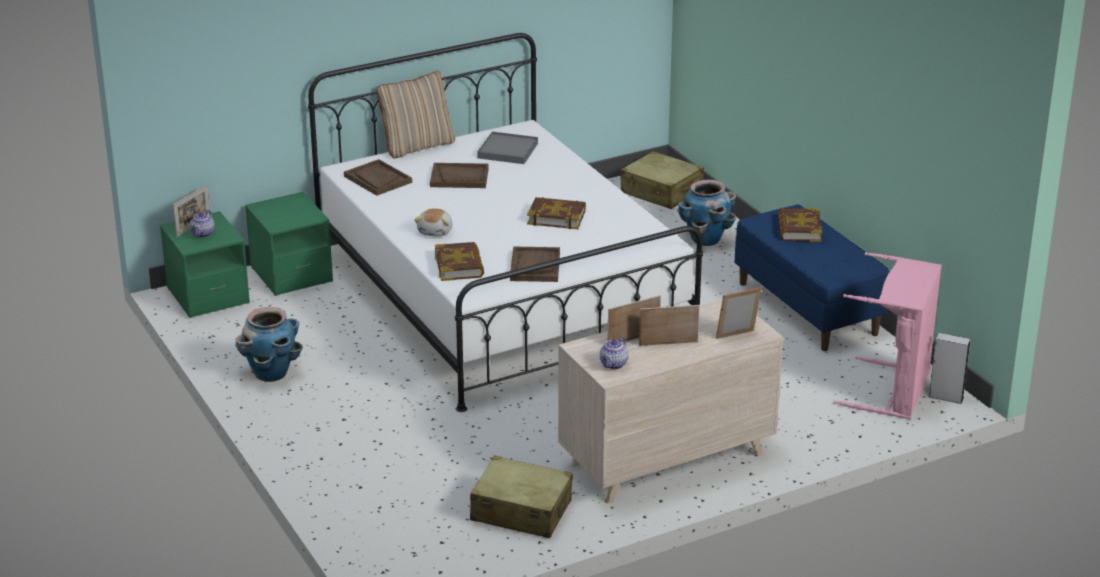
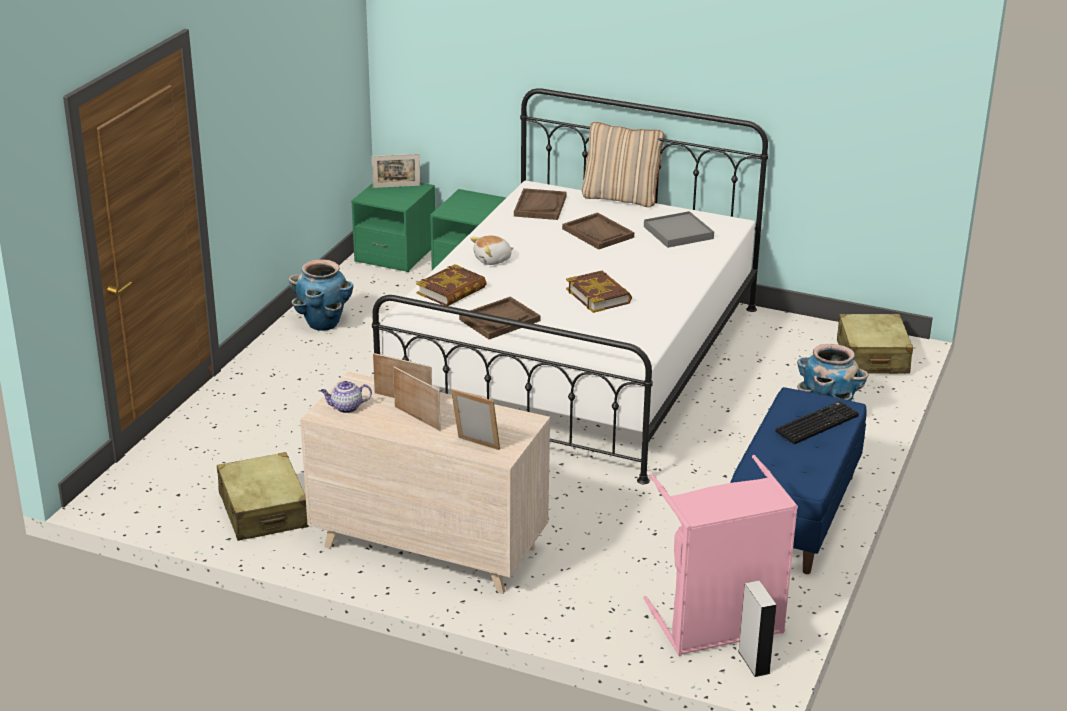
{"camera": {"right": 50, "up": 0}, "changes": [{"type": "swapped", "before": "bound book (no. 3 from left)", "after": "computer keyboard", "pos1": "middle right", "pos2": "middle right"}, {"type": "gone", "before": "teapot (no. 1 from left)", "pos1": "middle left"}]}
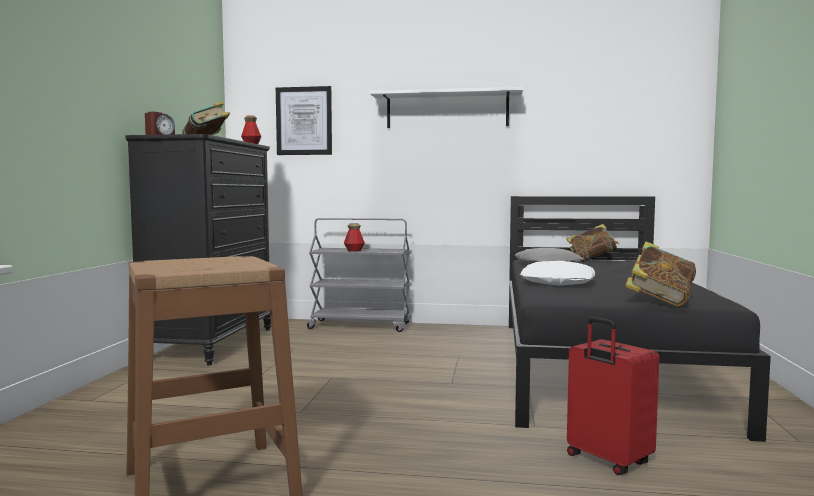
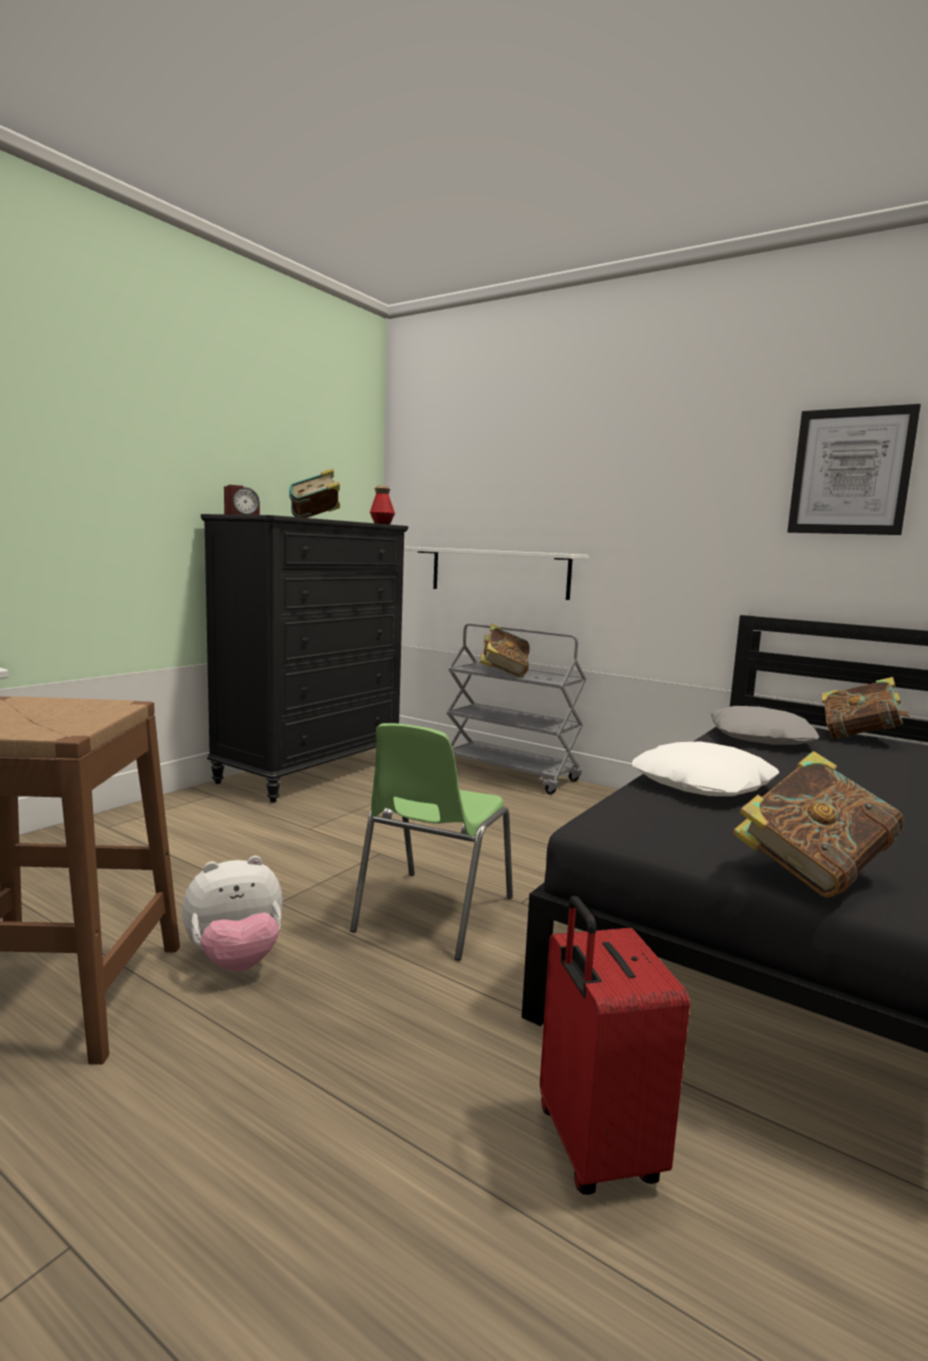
{"camera": {"right": 25, "up": 5}, "changes": [{"type": "new", "after": "cuddly toy", "pos2": "bottom left"}, {"type": "new", "after": "upright chair (green)", "pos2": "centre"}, {"type": "shifted", "before": "bracket shelf (white)", "pos1": "top centre", "pos2": "centre"}, {"type": "swapped", "before": "bottle (no. 2 from left)", "after": "bound book (no. 2 from left)", "pos1": "centre", "pos2": "centre"}, {"type": "shifted", "before": "wall picture", "pos1": "top centre", "pos2": "middle right"}]}
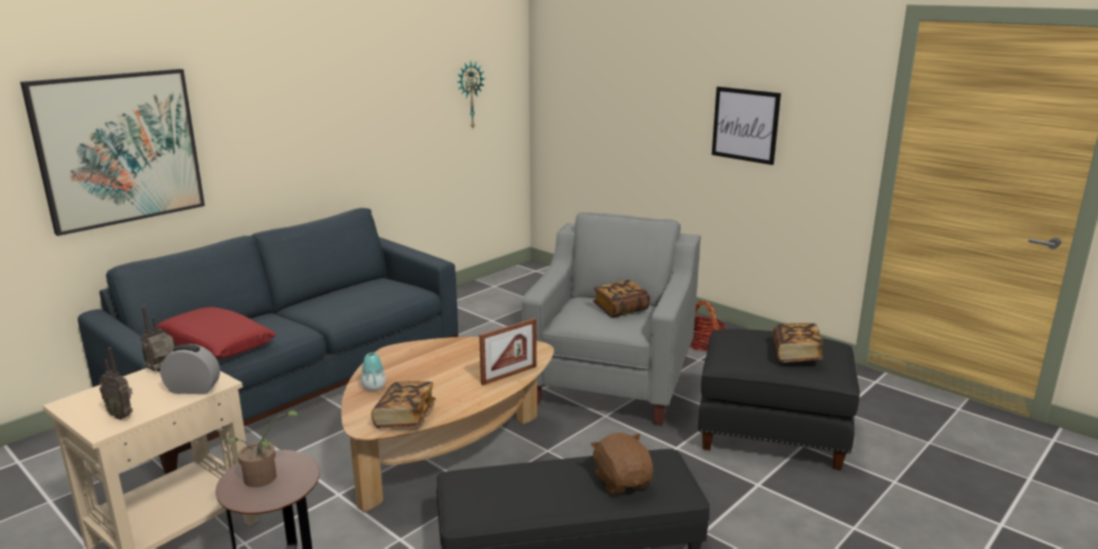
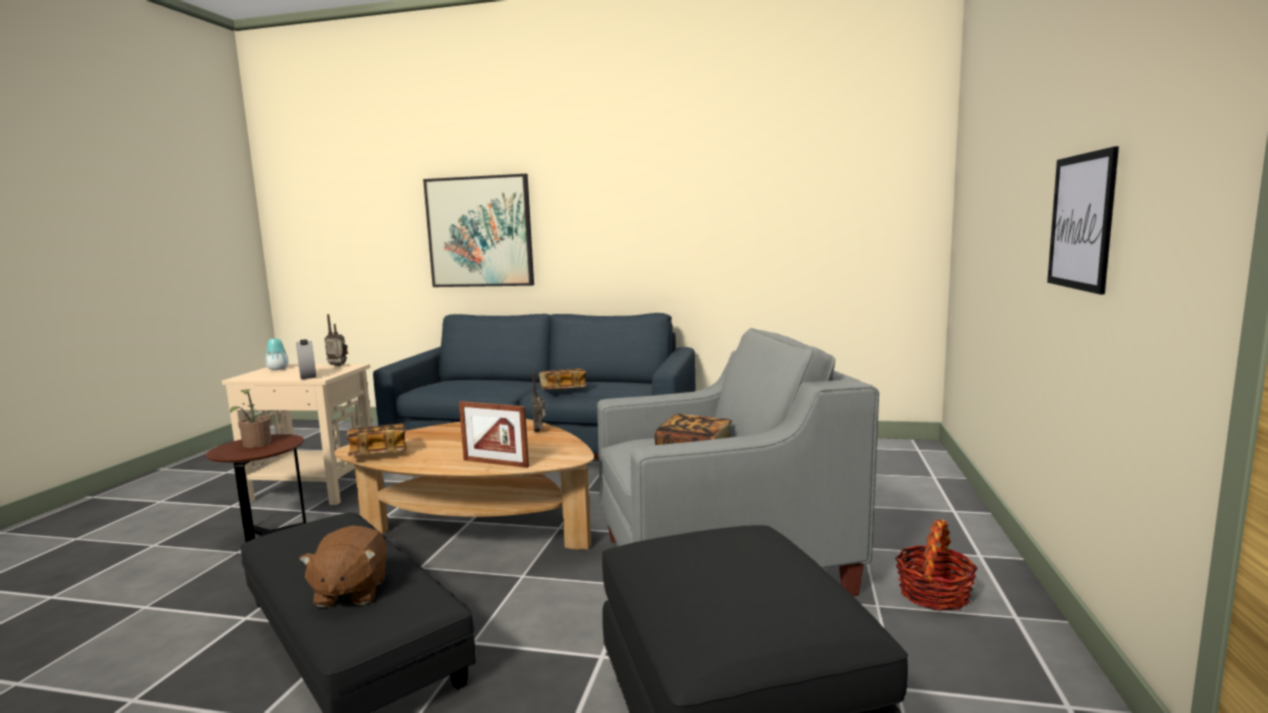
{"camera": {"right": 60, "up": -10}, "changes": [{"type": "shifted", "before": "decorative vase", "pos1": "bottom centre", "pos2": "middle left"}, {"type": "rotated", "before": "cuddly toy (brown-coloured)", "pos1": "bottom centre", "pos2": "bottom left", "turn": 135}, {"type": "shifted", "before": "radio set (no. 1 from left in the first image)", "after": "radio set (no. 2 from left)", "pos1": "bottom left", "pos2": "centre"}, {"type": "shifted", "before": "bound book (no. 3 from left in the first image)", "after": "bound book (no. 2 from left)", "pos1": "middle right", "pos2": "centre"}, {"type": "gone", "before": "pillow (red-coloured)", "pos1": "middle left"}, {"type": "gone", "before": "wall clock", "pos1": "top centre"}]}
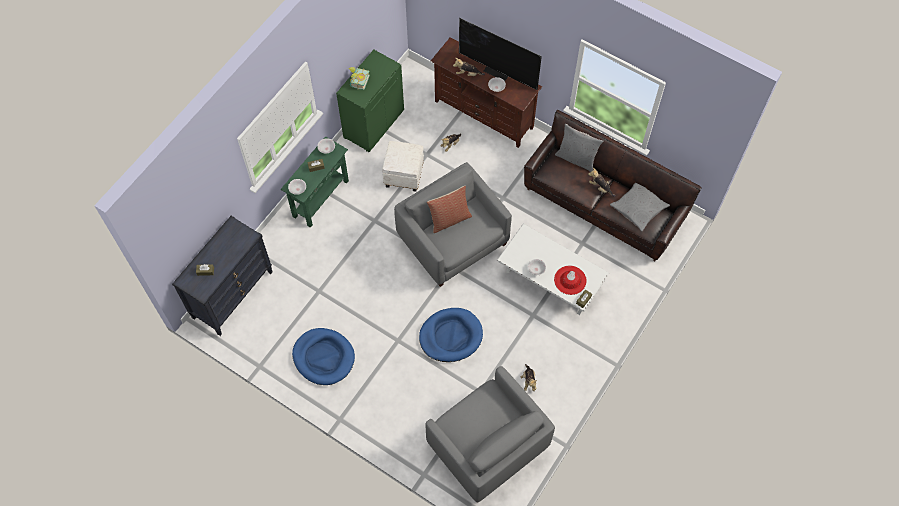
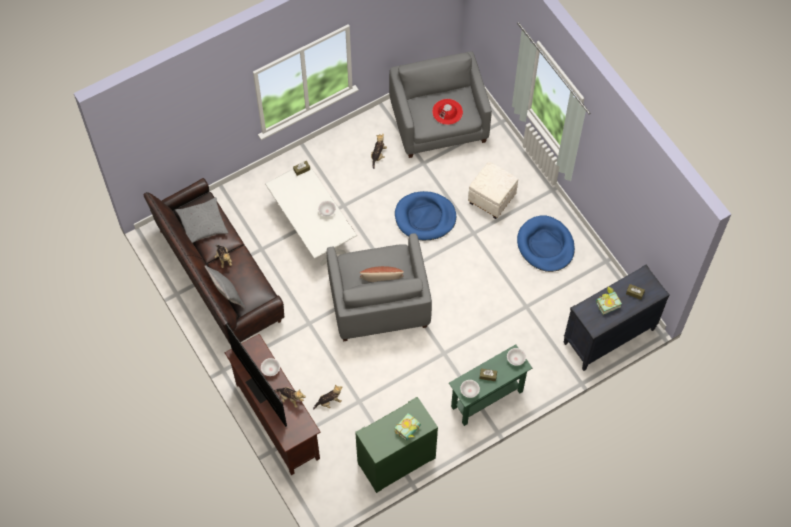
{"camera": {"right": -155, "up": 0}, "changes": [{"type": "shifted", "before": "hat (red-coloured)", "pos1": "centre", "pos2": "top centre"}, {"type": "shifted", "before": "footrest (white)", "pos1": "top centre", "pos2": "centre"}, {"type": "new", "after": "bound book (no. 2 from left)", "pos2": "middle right"}]}
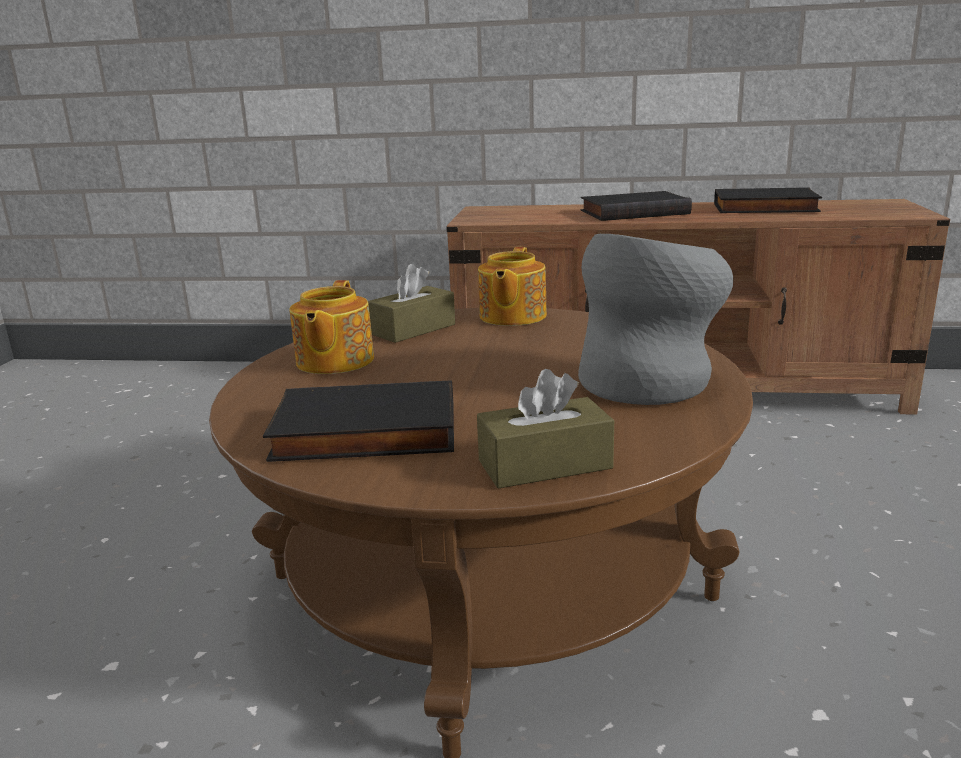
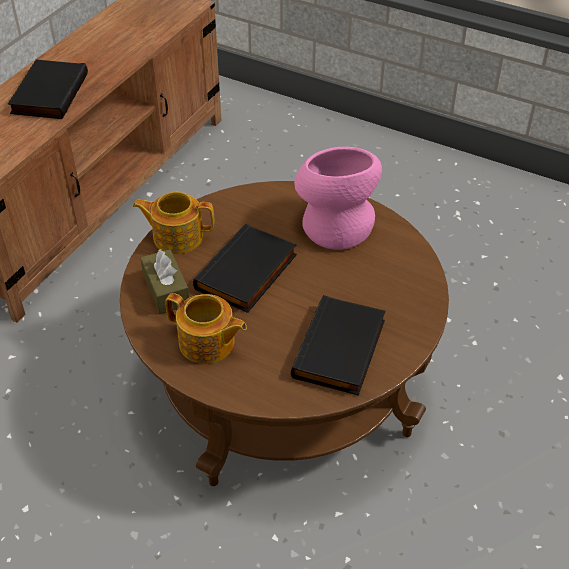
{"camera": {"right": -70, "up": 25}, "changes": [{"type": "rotated", "before": "teapot (no. 2 from left in the first image)", "pos1": "centre", "pos2": "middle left", "turn": 150}, {"type": "shifted", "before": "bound book (black-coloured) (no. 3 from left in the first image)", "after": "bound book (black-coloured) (no. 2 from left)", "pos1": "top right", "pos2": "centre"}, {"type": "repainted", "before": "decorative vase (greyish)", "after": "decorative vase (pinkish)", "pos1": "middle right", "pos2": "centre"}, {"type": "gone", "before": "tissue box (brown-coloured) (no. 2 from left)", "pos1": "centre"}]}
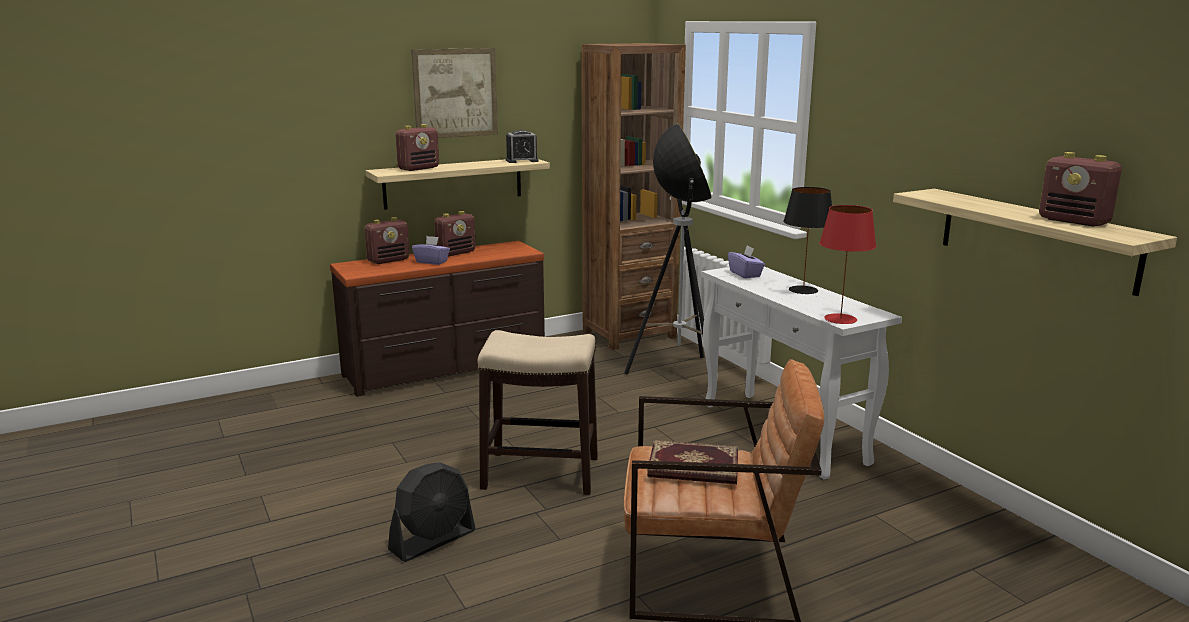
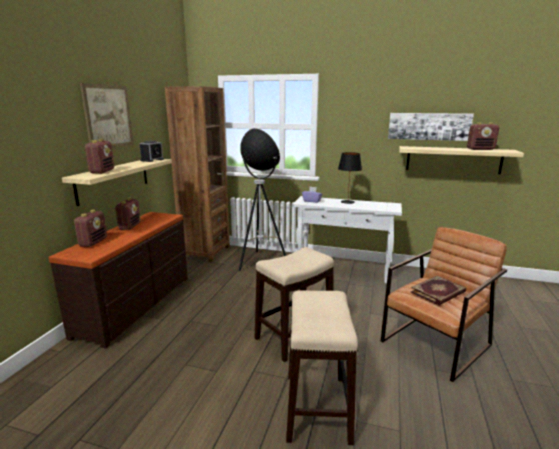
{"camera": {"right": -45, "up": 0}, "changes": [{"type": "swapped", "before": "fan (black-coloured)", "after": "stool seat (no. 2 from left)", "pos1": "bottom centre", "pos2": "bottom centre"}, {"type": "new", "after": "wall picture (no. 2 from left)", "pos2": "top right"}, {"type": "gone", "before": "tissue box (purple-coloured) (no. 1 from left)", "pos1": "centre"}, {"type": "gone", "before": "tabletop lamp (red-coloured)", "pos1": "middle right"}]}
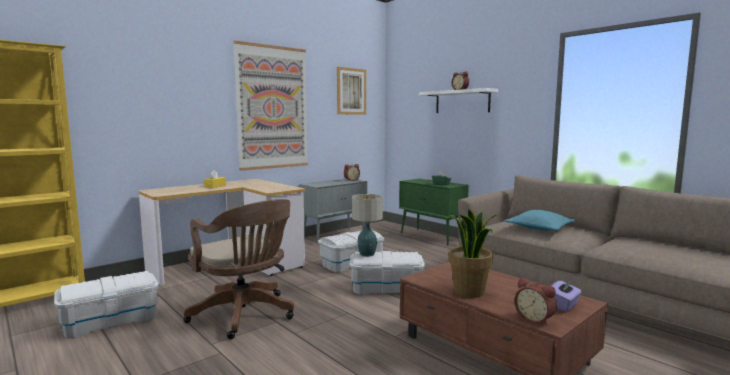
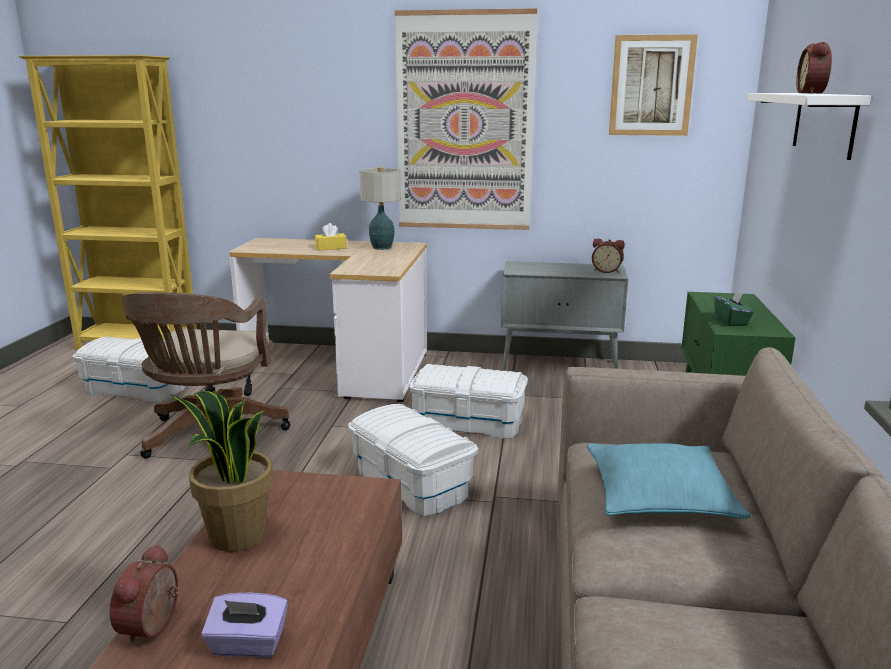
{"camera": {"right": 50, "up": 10}, "changes": [{"type": "shifted", "before": "tabletop lamp", "pos1": "centre", "pos2": "top centre"}]}
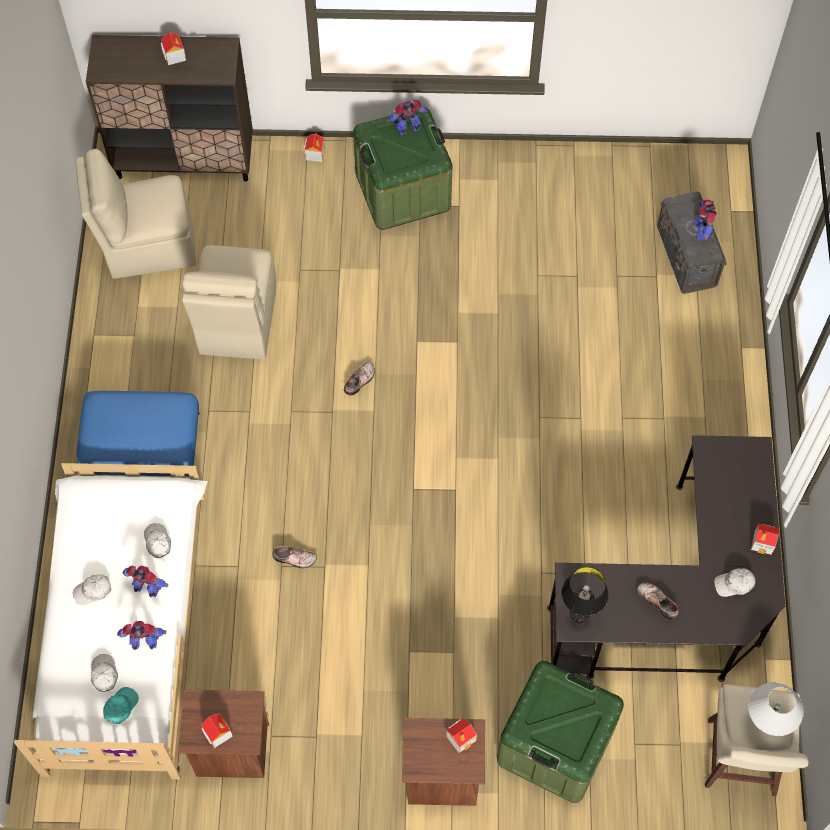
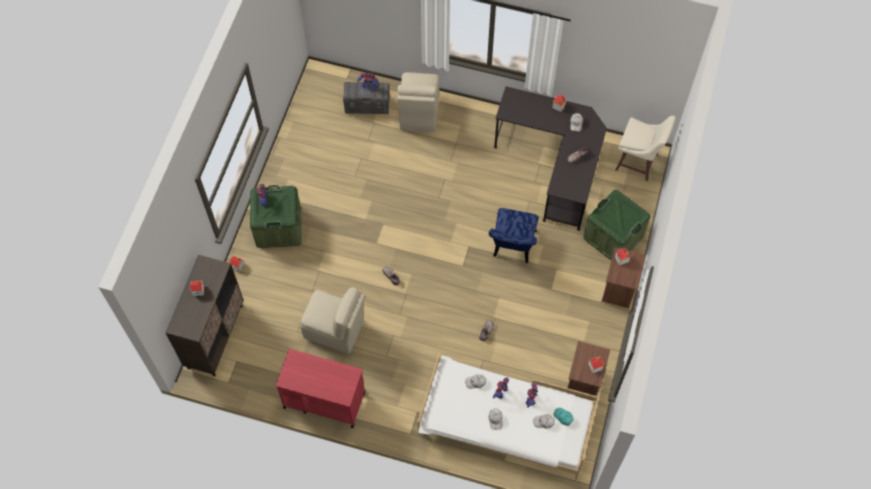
{"camera": {"right": -75, "up": 0}, "changes": [{"type": "new", "after": "wheeled cart (red-coloured)", "pos2": "bottom centre"}, {"type": "shifted", "before": "upright chair (sand-coloured) (no. 1 from left in the first image)", "after": "upright chair (sand-coloured) (no. 2 from left)", "pos1": "top left", "pos2": "top centre"}, {"type": "new", "after": "upright chair (blue-coloured)", "pos2": "centre"}, {"type": "gone", "before": "footrest (blue-coloured)", "pos1": "middle left"}, {"type": "gone", "before": "tabletop lamp (black-coloured)", "pos1": "bottom right"}, {"type": "gone", "before": "tabletop lamp (white)", "pos1": "bottom right"}]}
